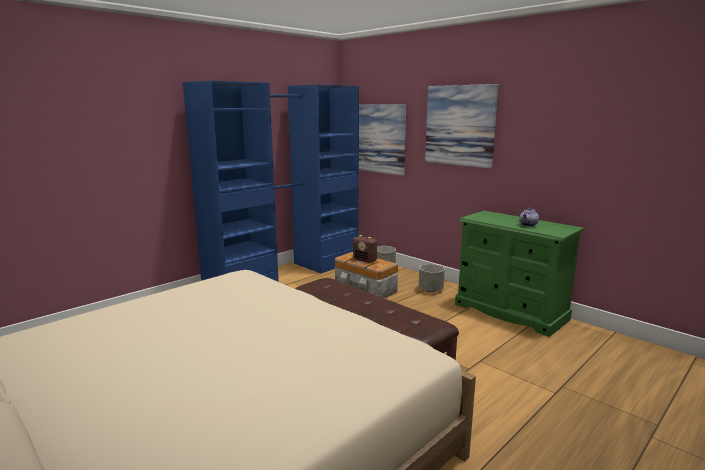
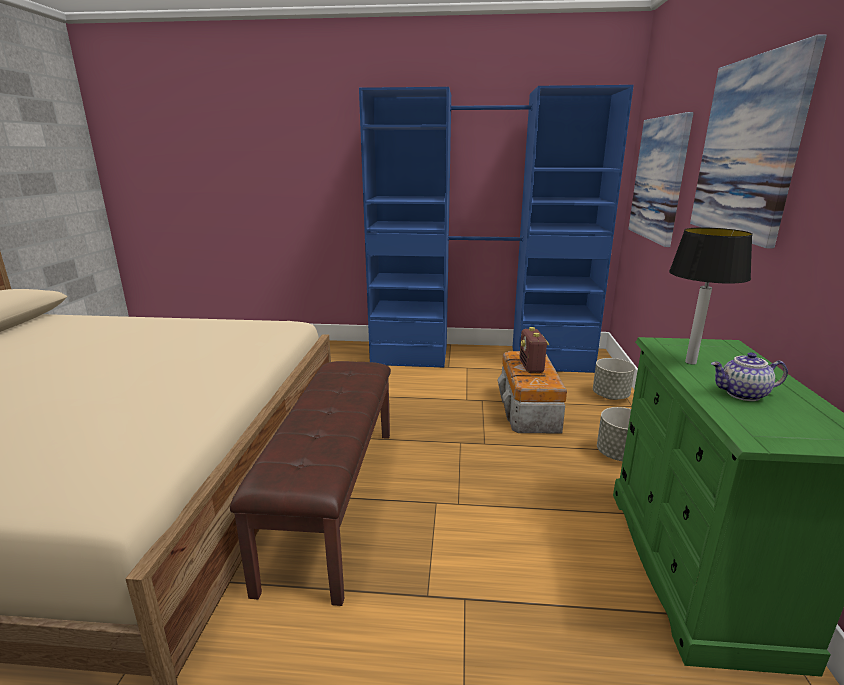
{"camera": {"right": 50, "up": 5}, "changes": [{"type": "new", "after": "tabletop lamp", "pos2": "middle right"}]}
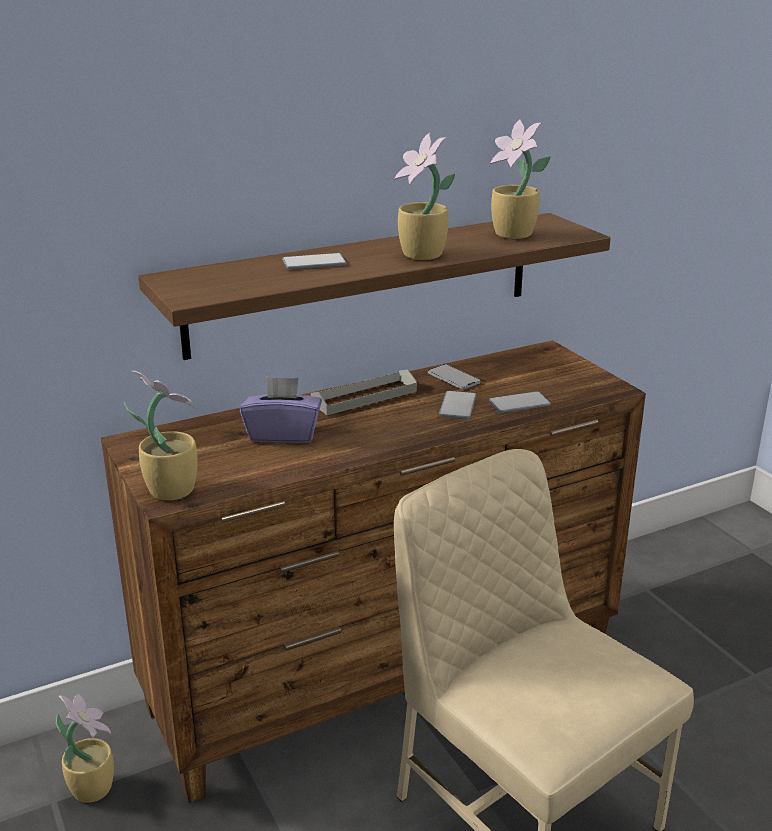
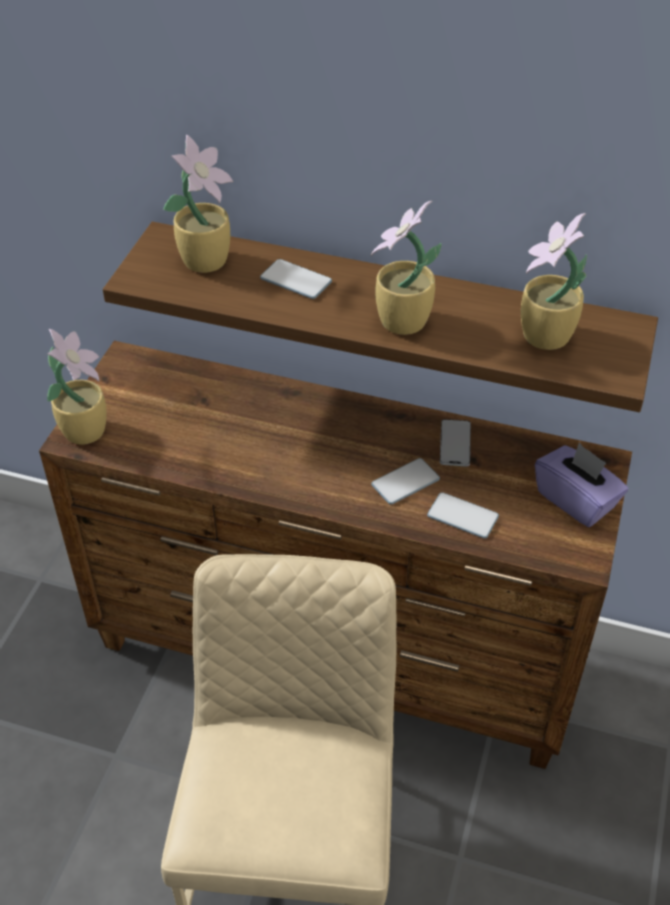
{"camera": {"right": 45, "up": 20}, "changes": [{"type": "shifted", "before": "plant in a pot (no. 1 from left in the first image)", "after": "plant in a pot (no. 2 from left)", "pos1": "bottom left", "pos2": "top left"}, {"type": "shifted", "before": "tissue box (purple-coloured)", "pos1": "centre", "pos2": "middle right"}, {"type": "gone", "before": "tray (greyish)", "pos1": "centre"}]}
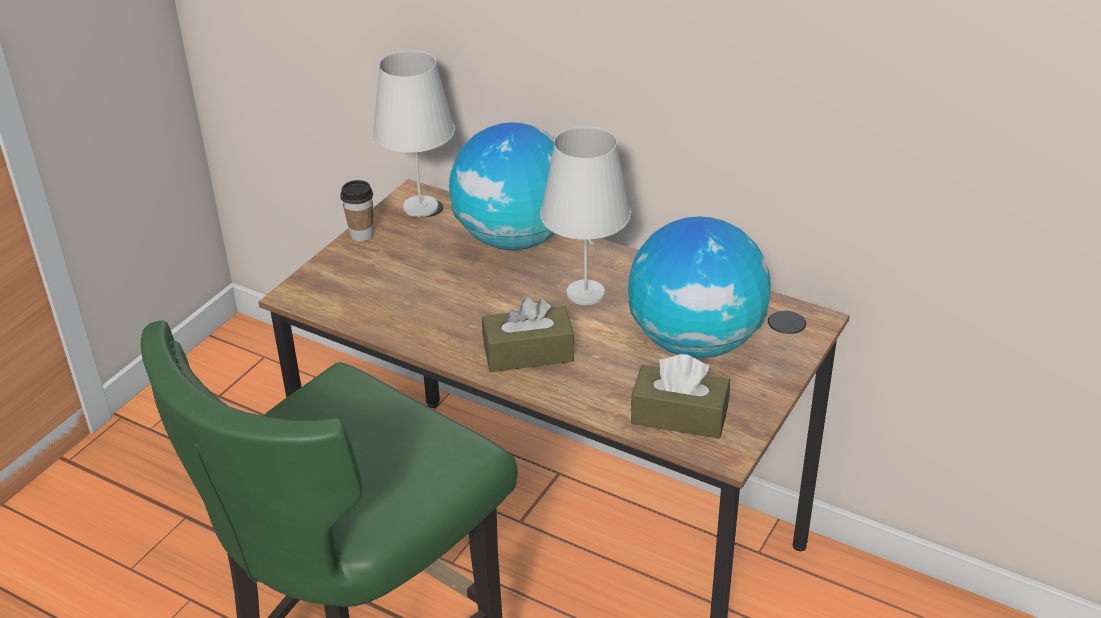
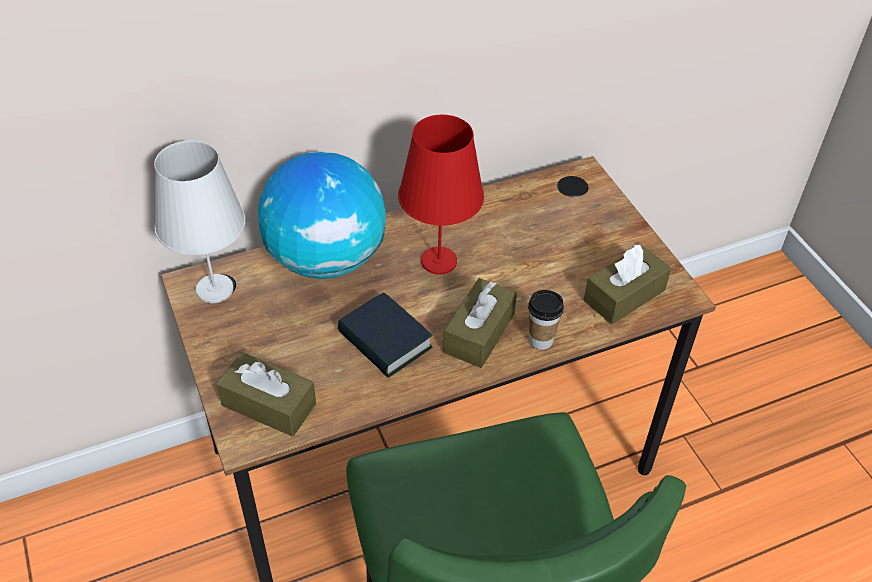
{"camera": {"right": -55, "up": 10}, "changes": [{"type": "new", "after": "tissue box (brown-coloured) (no. 1 from left)", "pos2": "bottom left"}, {"type": "new", "after": "bound book", "pos2": "centre"}, {"type": "repainted", "before": "tabletop lamp (white) (no. 2 from left)", "after": "tabletop lamp (red-coloured)", "pos1": "centre", "pos2": "centre"}, {"type": "shifted", "before": "drinking cup", "pos1": "middle left", "pos2": "centre"}, {"type": "gone", "before": "desk globe (no. 2 from left)", "pos1": "centre"}]}
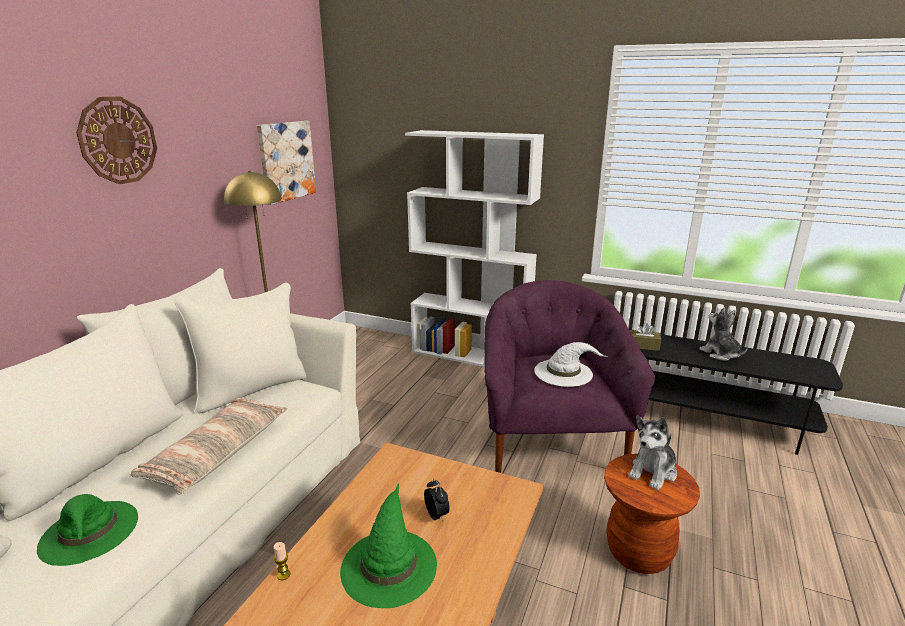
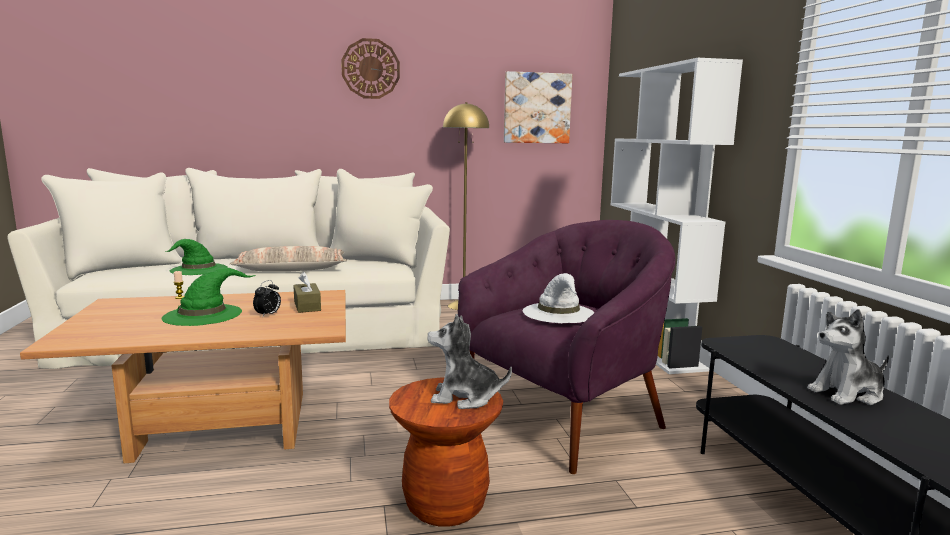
{"camera": {"right": 55, "up": -10}, "changes": [{"type": "shifted", "before": "tissue box (brown-coloured)", "pos1": "middle right", "pos2": "middle left"}, {"type": "rotated", "before": "cuddly toy (no. 2 from left)", "pos1": "middle right", "pos2": "bottom right", "turn": -135}]}
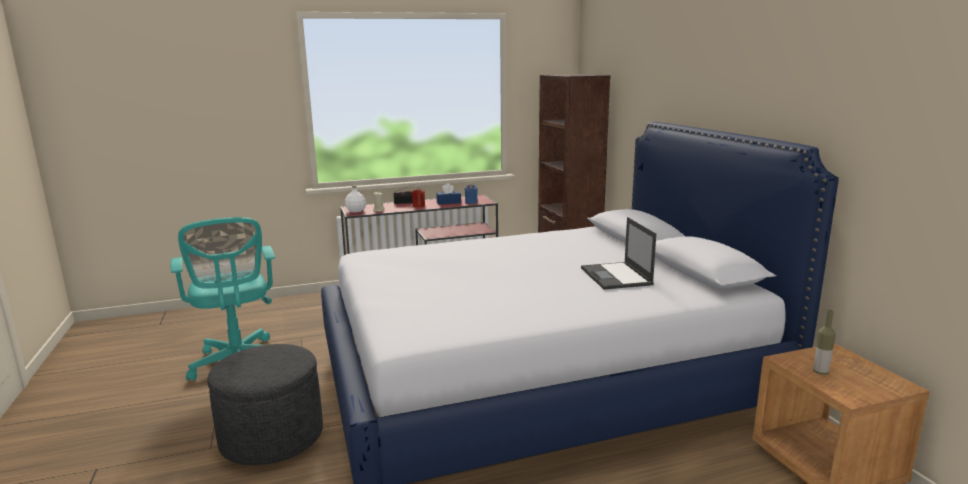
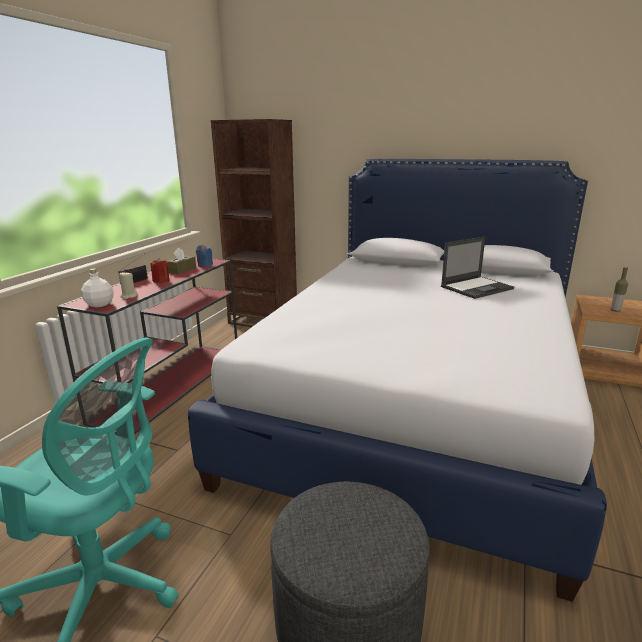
{"camera": {"right": -50, "up": 5}, "changes": [{"type": "repainted", "before": "tissue box (blue-coloured)", "after": "tissue box (brown-coloured)", "pos1": "centre", "pos2": "middle left"}, {"type": "rotated", "before": "laptop", "pos1": "centre", "pos2": "middle right", "turn": -60}]}
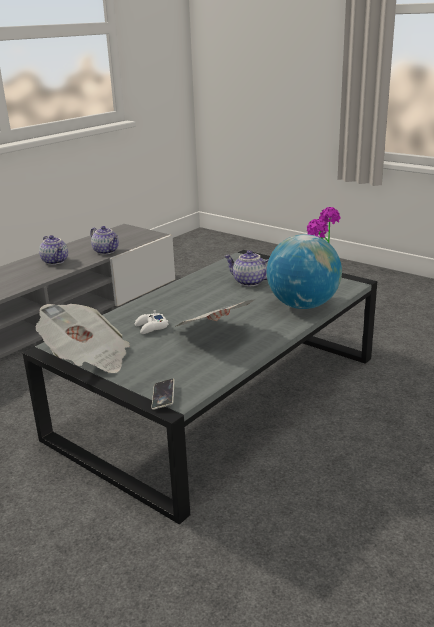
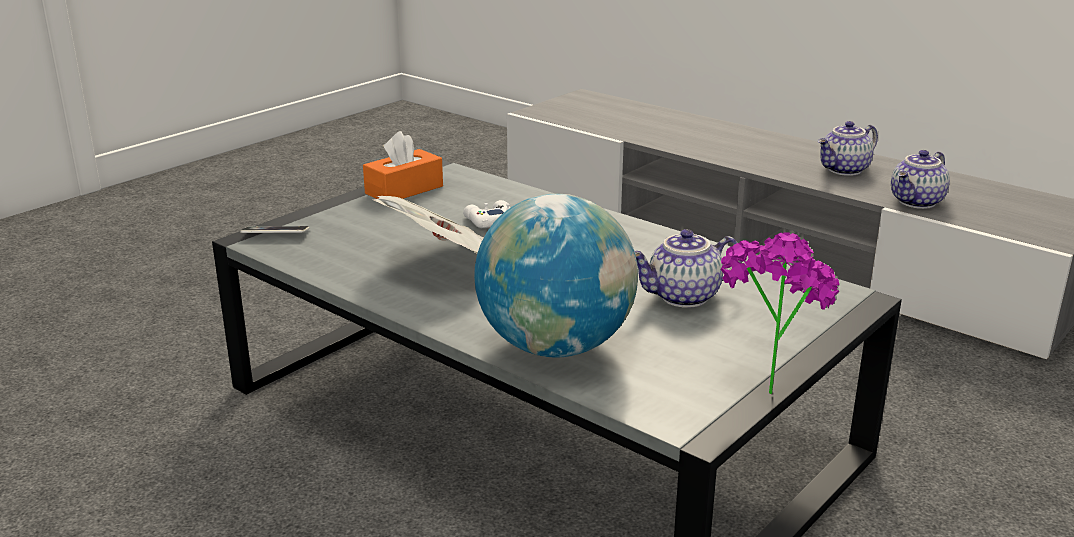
{"camera": {"right": 90, "up": 0}, "changes": [{"type": "swapped", "before": "newspaper (no. 1 from left)", "after": "tissue box (orangey)", "pos1": "middle left", "pos2": "top centre"}, {"type": "rotated", "before": "teapot (no. 3 from left in the first image)", "pos1": "centre", "pos2": "centre", "turn": -135}]}
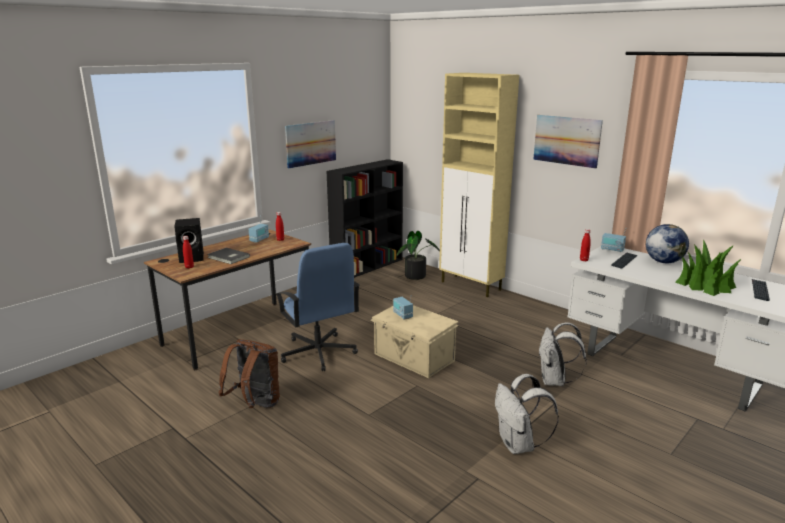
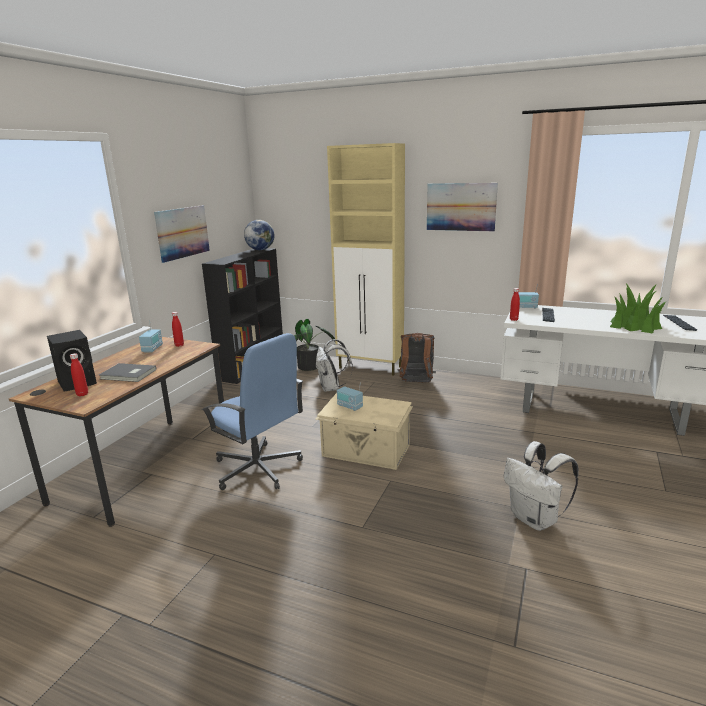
{"camera": {"right": -20, "up": 0}, "changes": [{"type": "shifted", "before": "desk globe", "pos1": "middle right", "pos2": "top centre"}, {"type": "shifted", "before": "knapsack (white) (no. 2 from left in the first image)", "after": "knapsack (white) (no. 1 from left)", "pos1": "bottom right", "pos2": "centre"}, {"type": "shifted", "before": "knapsack (brown-coloured)", "pos1": "bottom left", "pos2": "centre"}]}
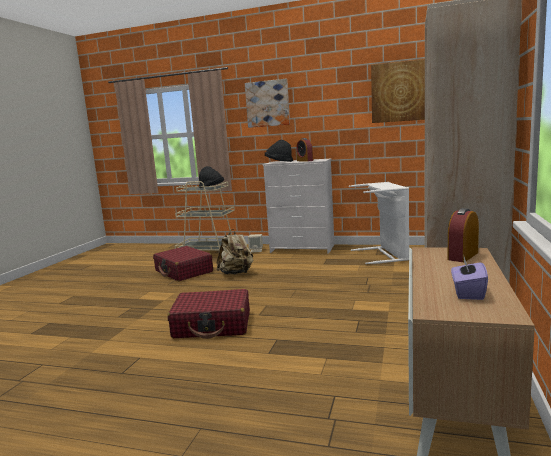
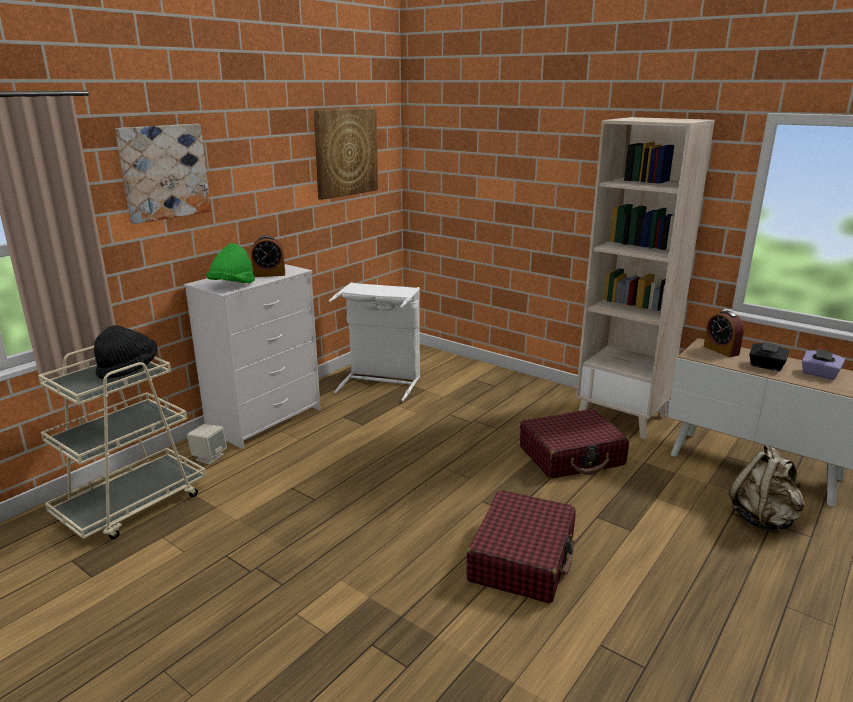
{"camera": {"right": -70, "up": 10}, "changes": [{"type": "repainted", "before": "hat (black-coloured) (no. 2 from left)", "after": "hat (green)", "pos1": "top centre", "pos2": "middle left"}, {"type": "shifted", "before": "suitcase (red-coloured) (no. 1 from left in the first image)", "after": "suitcase (red-coloured) (no. 2 from left)", "pos1": "middle left", "pos2": "middle right"}, {"type": "shifted", "before": "knapsack (sand-coloured)", "pos1": "centre", "pos2": "bottom right"}, {"type": "new", "after": "tissue box (black-coloured)", "pos2": "middle right"}]}
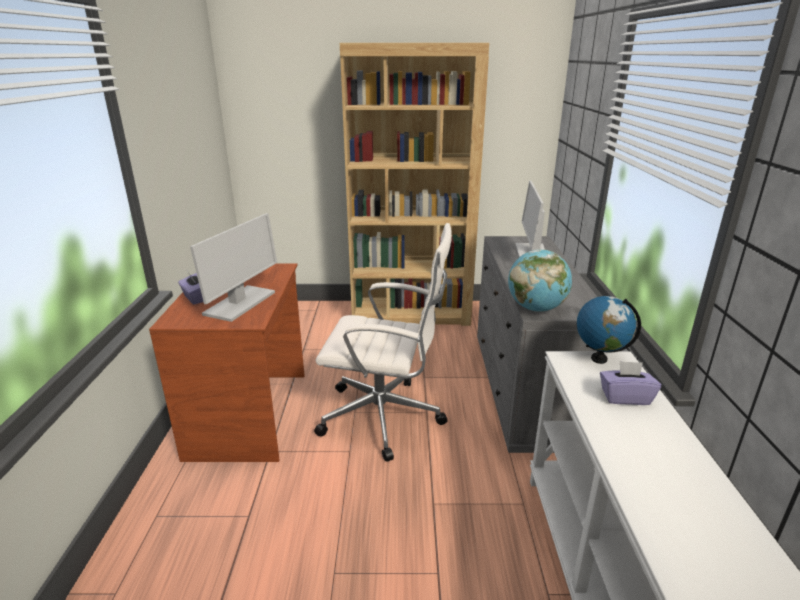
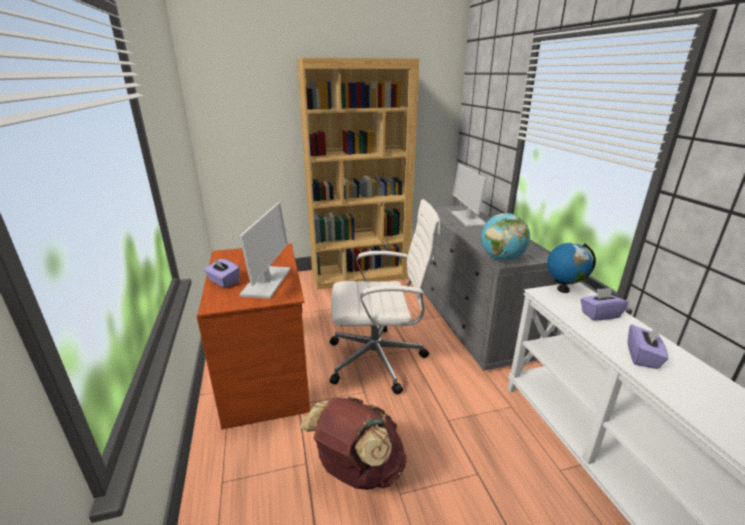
{"camera": {"right": -15, "up": 0}, "changes": [{"type": "new", "after": "knapsack (brown-coloured)", "pos2": "bottom centre"}, {"type": "new", "after": "tissue box (purple-coloured) (no. 3 from left)", "pos2": "middle right"}]}
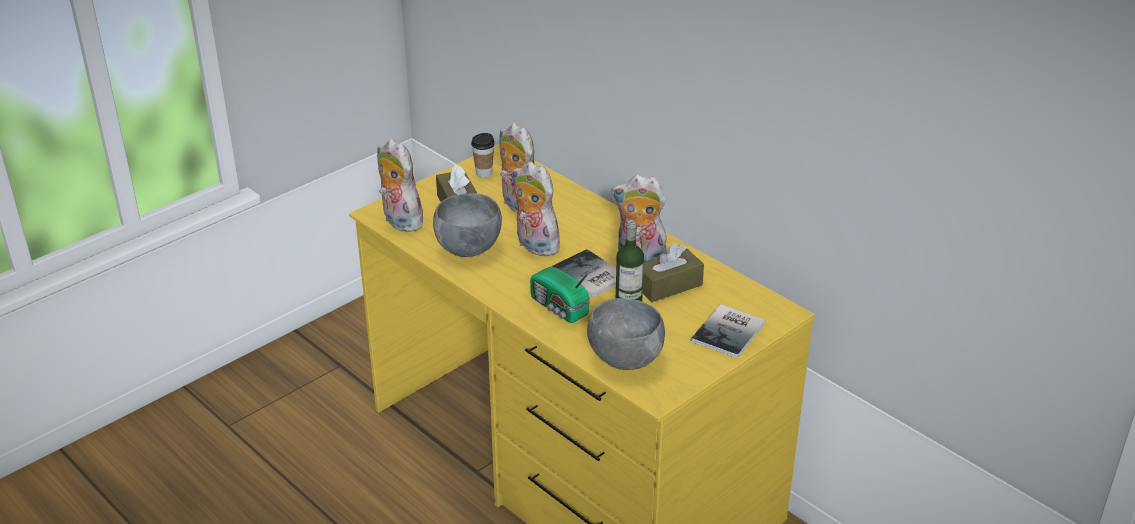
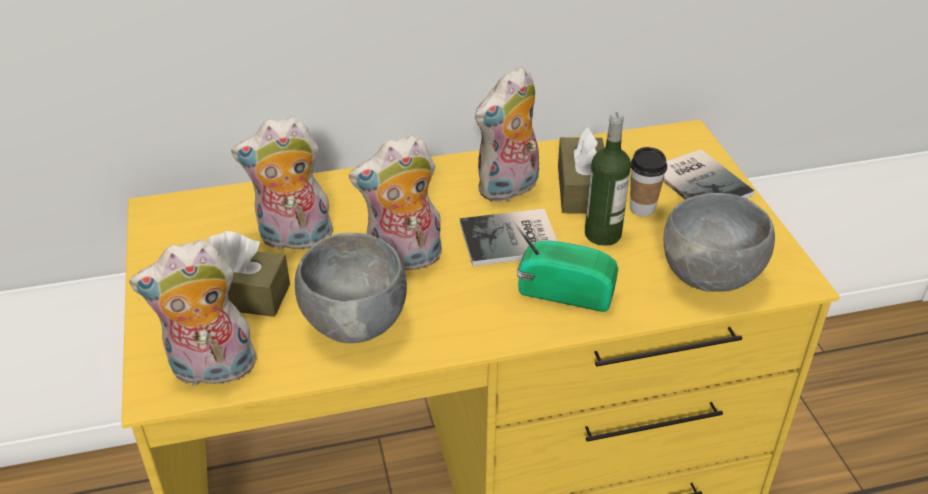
{"camera": {"right": -60, "up": 5}, "changes": [{"type": "rotated", "before": "radio set", "pos1": "centre", "pos2": "centre", "turn": -150}, {"type": "shifted", "before": "drinking cup", "pos1": "top centre", "pos2": "middle right"}]}
